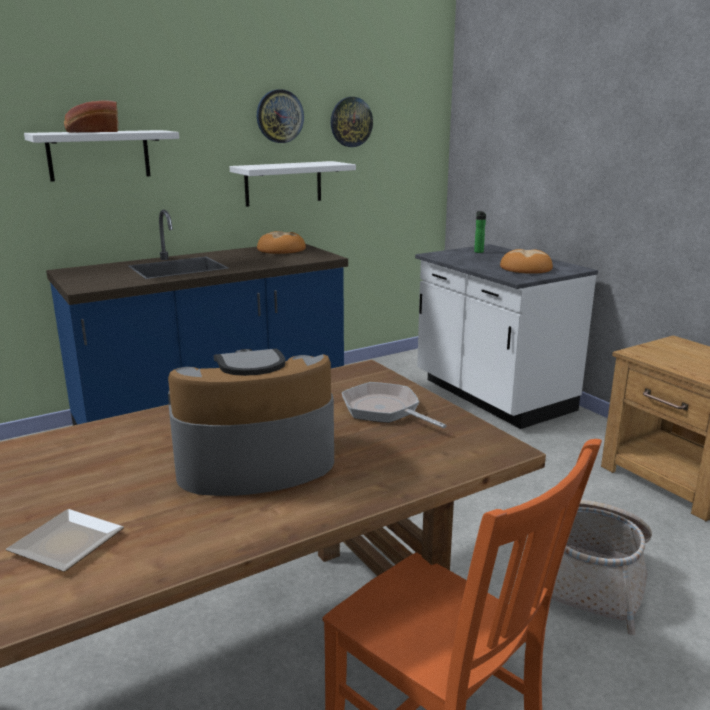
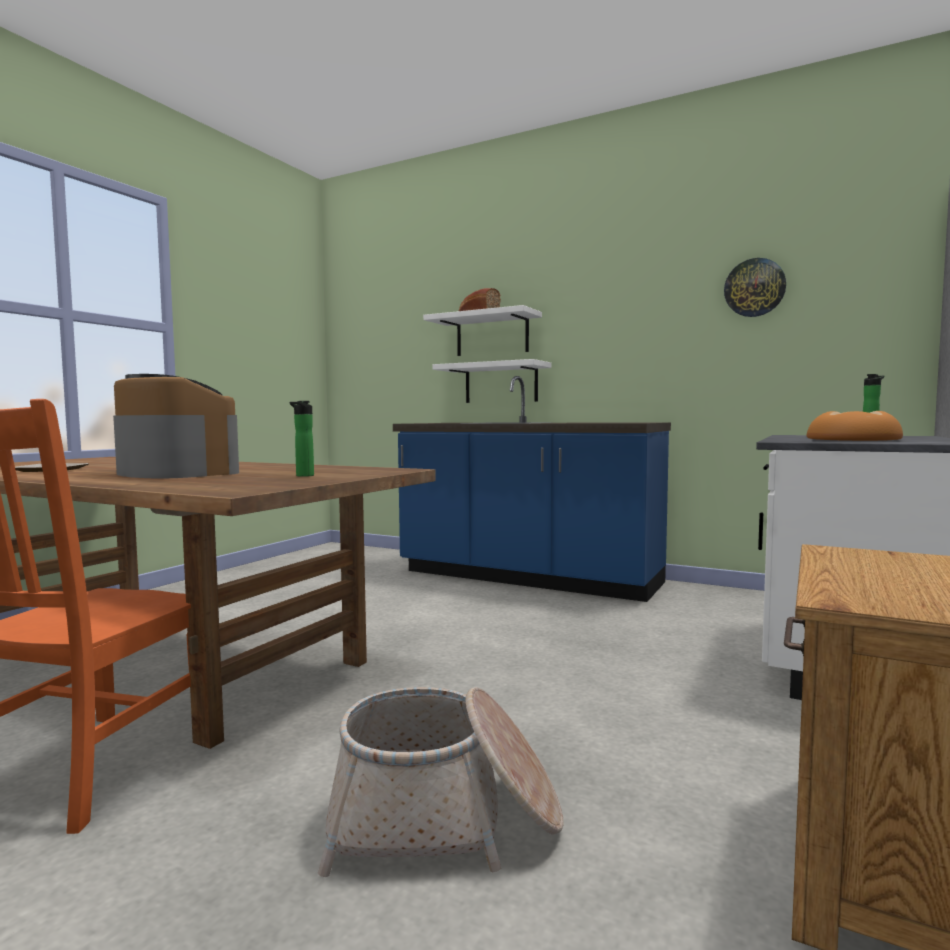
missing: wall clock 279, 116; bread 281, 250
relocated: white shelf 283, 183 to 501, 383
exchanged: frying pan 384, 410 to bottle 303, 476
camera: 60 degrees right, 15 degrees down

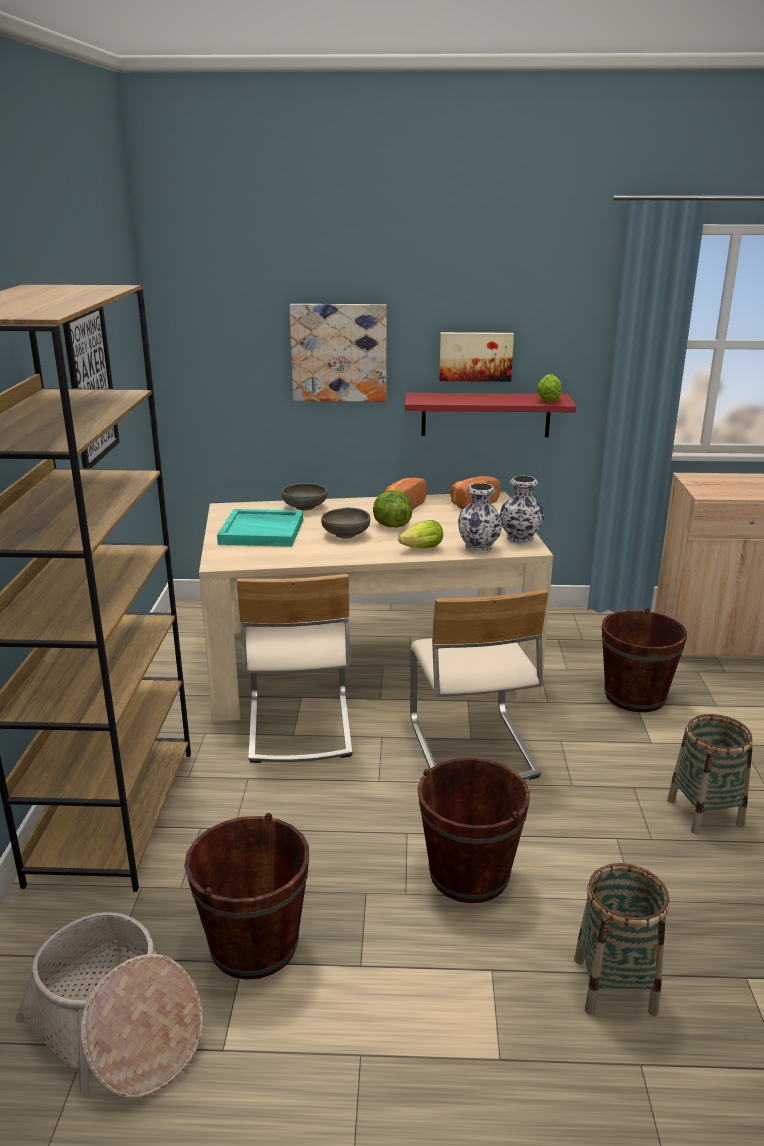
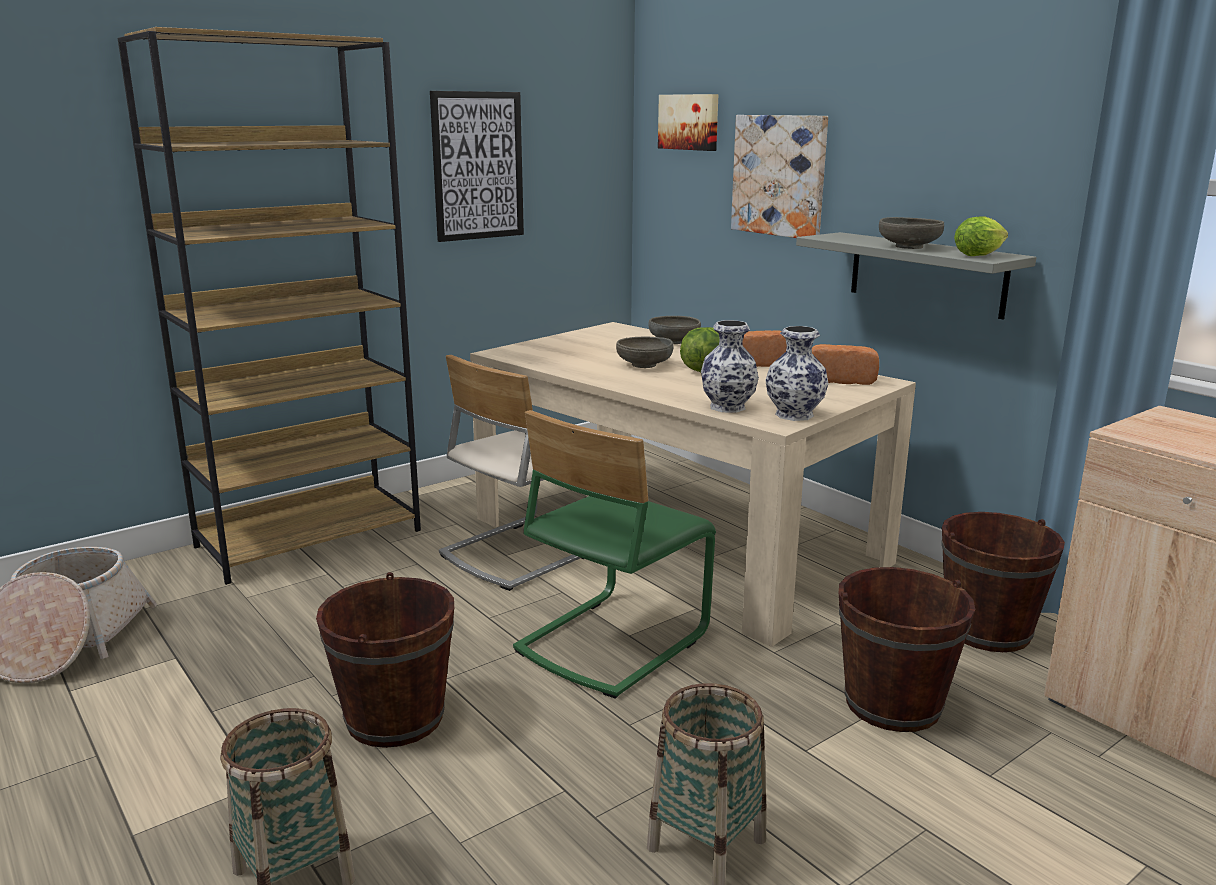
missing: turquoise tray 262, 531; lettuce 420, 549
appeared: grey bowl 909, 247
relocated: picture 475, 356 to 689, 122; brown bucket 254, 944 to 987, 631
colour: beige chair 471, 748 to green chair 611, 641; red shelf 485, 414 to grey shelf 926, 274
camera: 50 degrees right, 5 degrees down

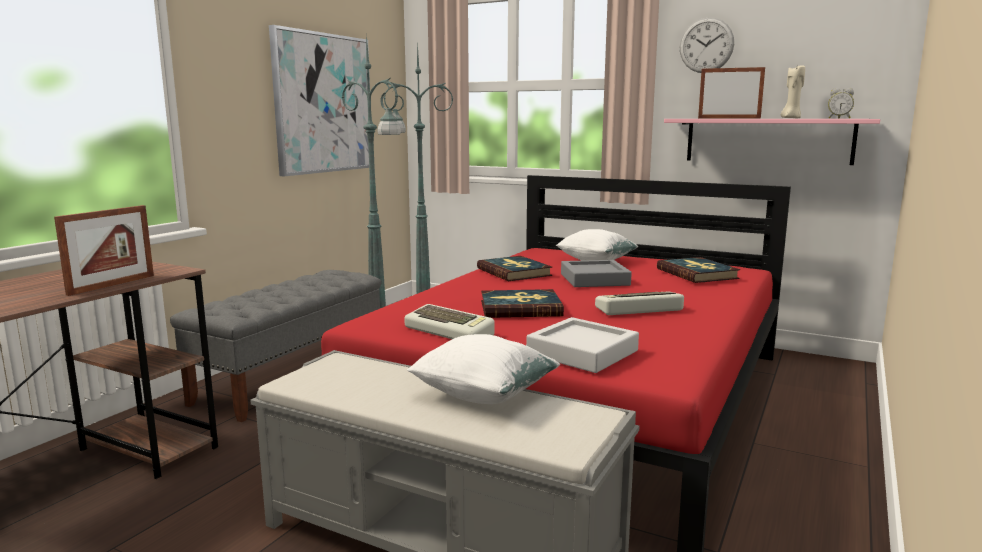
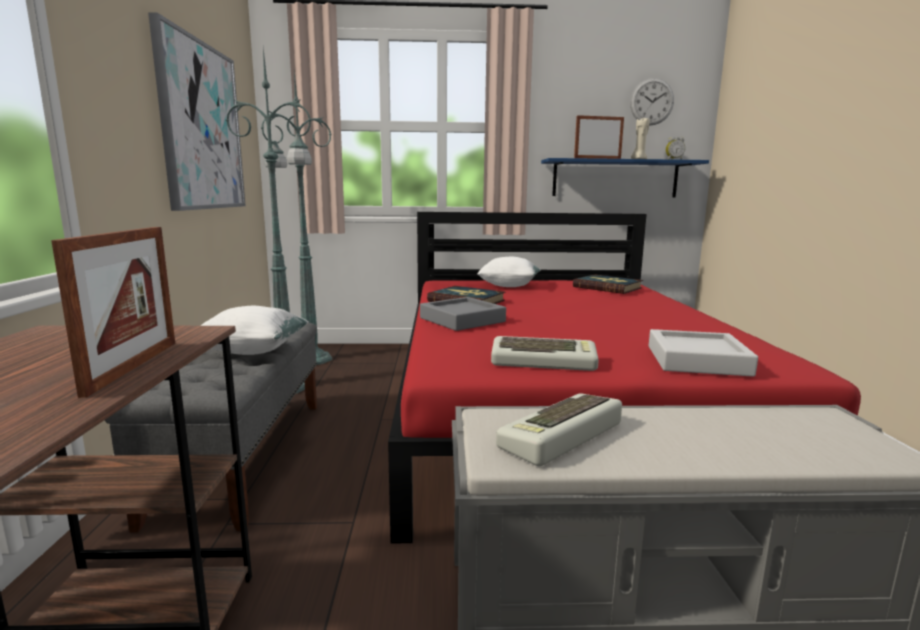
missing: book 520, 308
relocated: white pillow 483, 395 to 253, 351; grey tray 594, 279 to 462, 320; keyboard 638, 309 to 563, 437; wall clock 706, 45 to 652, 102
colour: pink shelf 768, 140 to blue shelf 615, 179
camera: 30 degrees left, 0 degrees up

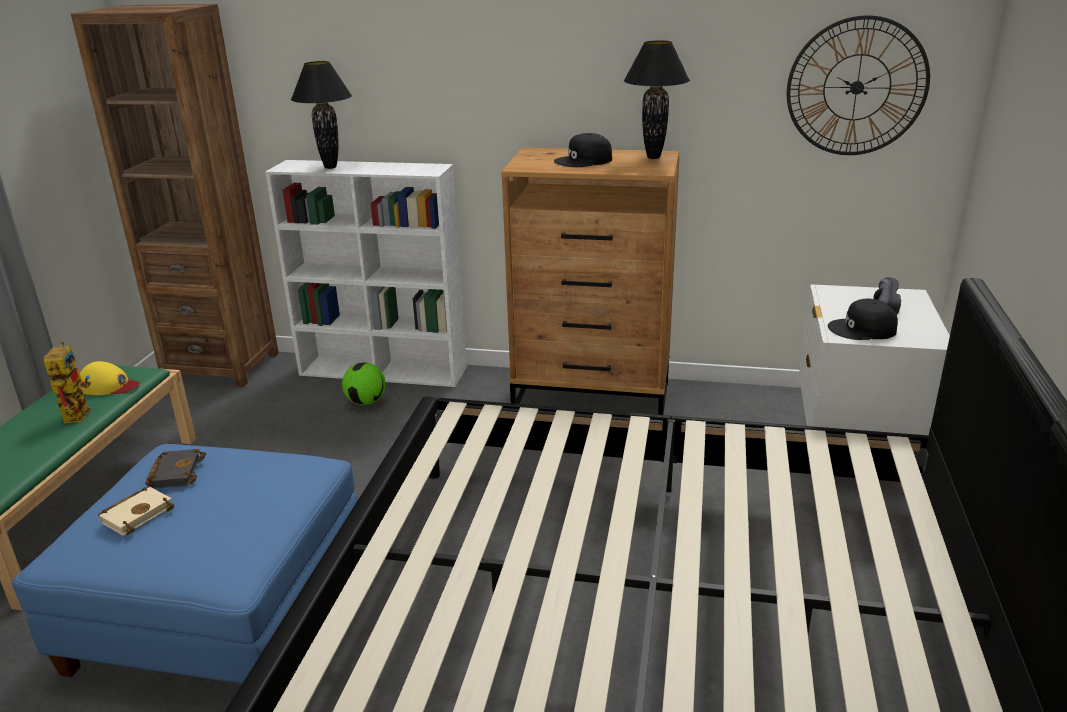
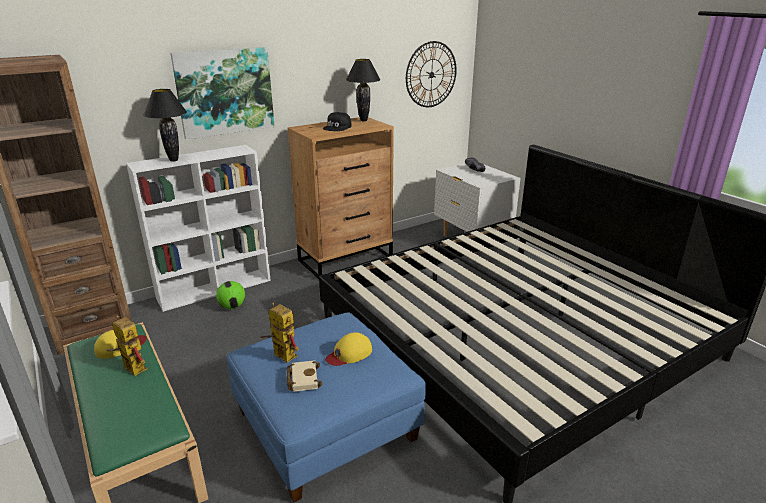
missing: black cap 862, 329
appeared: picture 225, 92; yellow cap 349, 353
exchanged: black book 175, 472 to toy robot 280, 354
camera: 45 degrees left, 0 degrees up

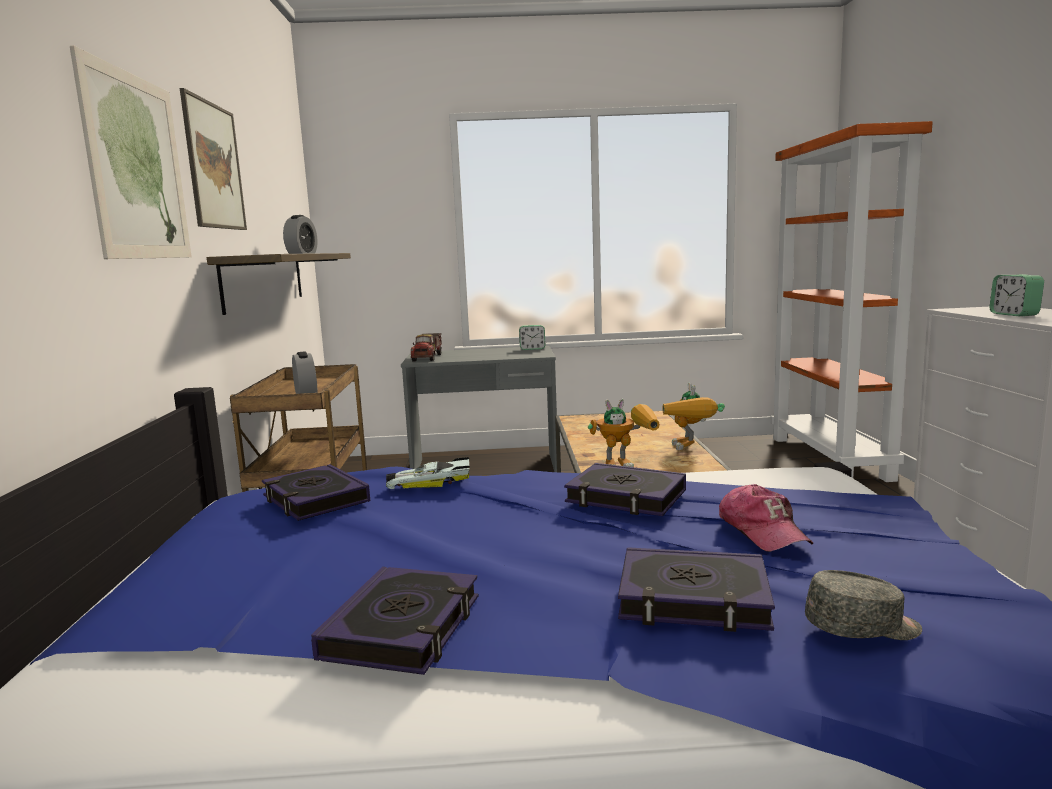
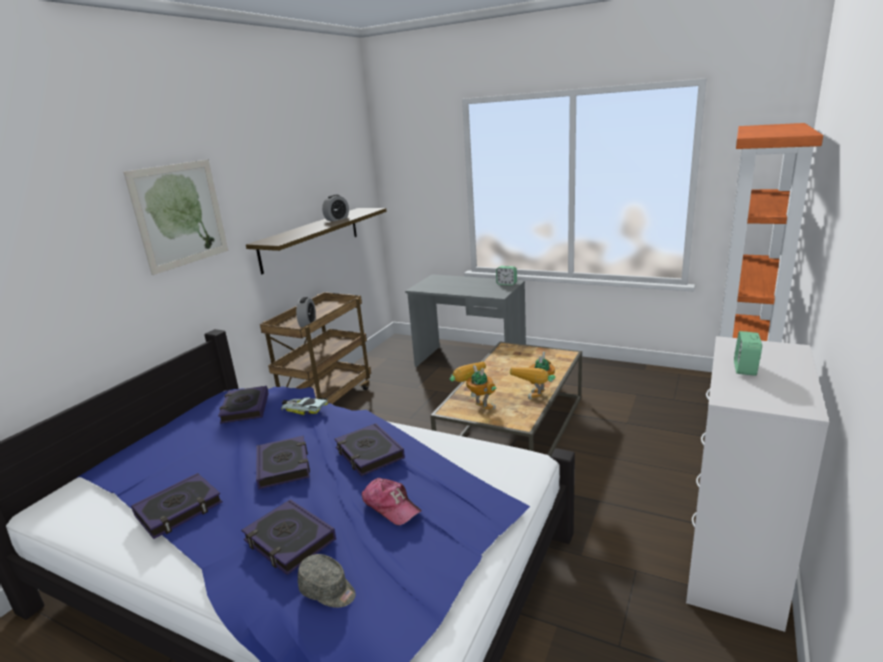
missing: picture 214, 166; toy truck 428, 357
appeared: book 283, 466
spun: cap 762, 531 = 391, 506 60 degrees counterclockwise; toy robot 627, 466 = 476, 406 150 degrees counterclockwise
camera: 30 degrees right, 10 degrees up

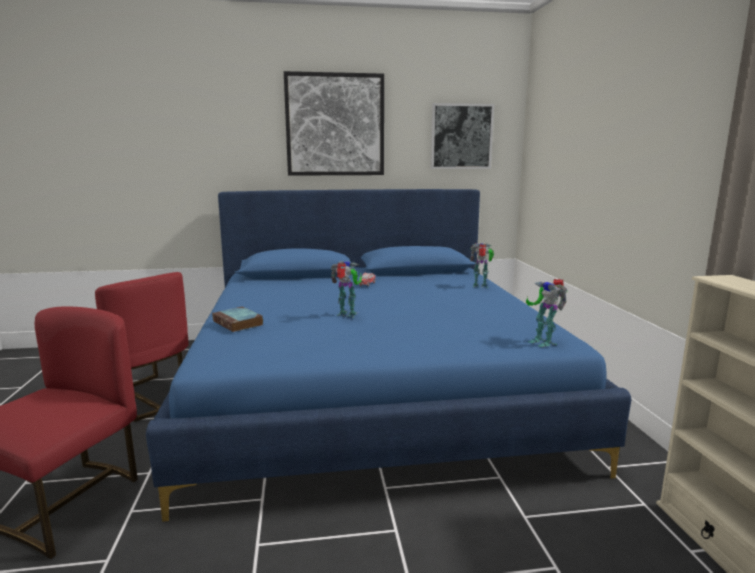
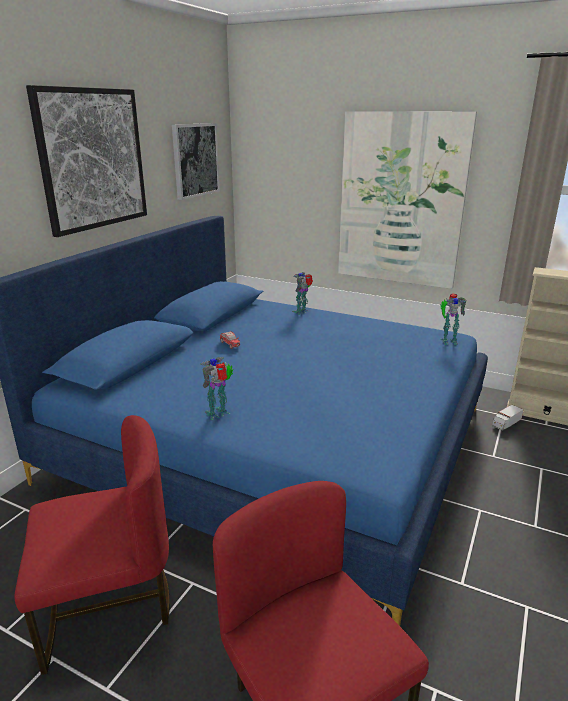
missing: book 238, 323
appeared: picture 400, 200; toy truck 506, 424
relocated: toy robot 348, 315 to 219, 414
camera: 55 degrees left, 10 degrees up

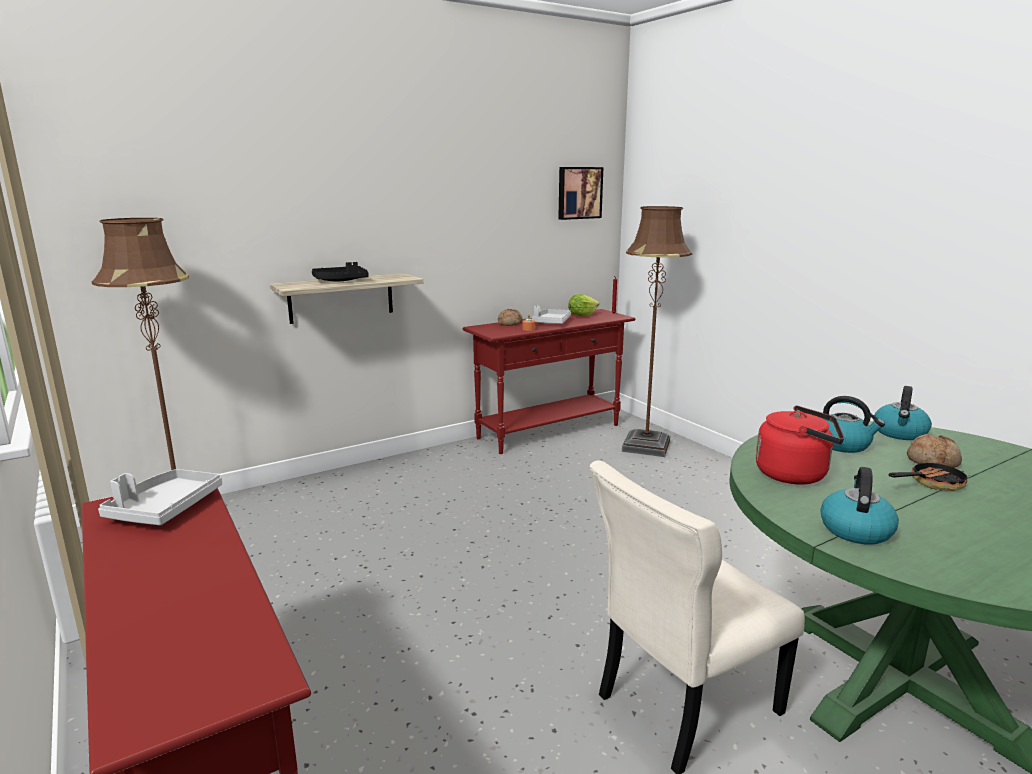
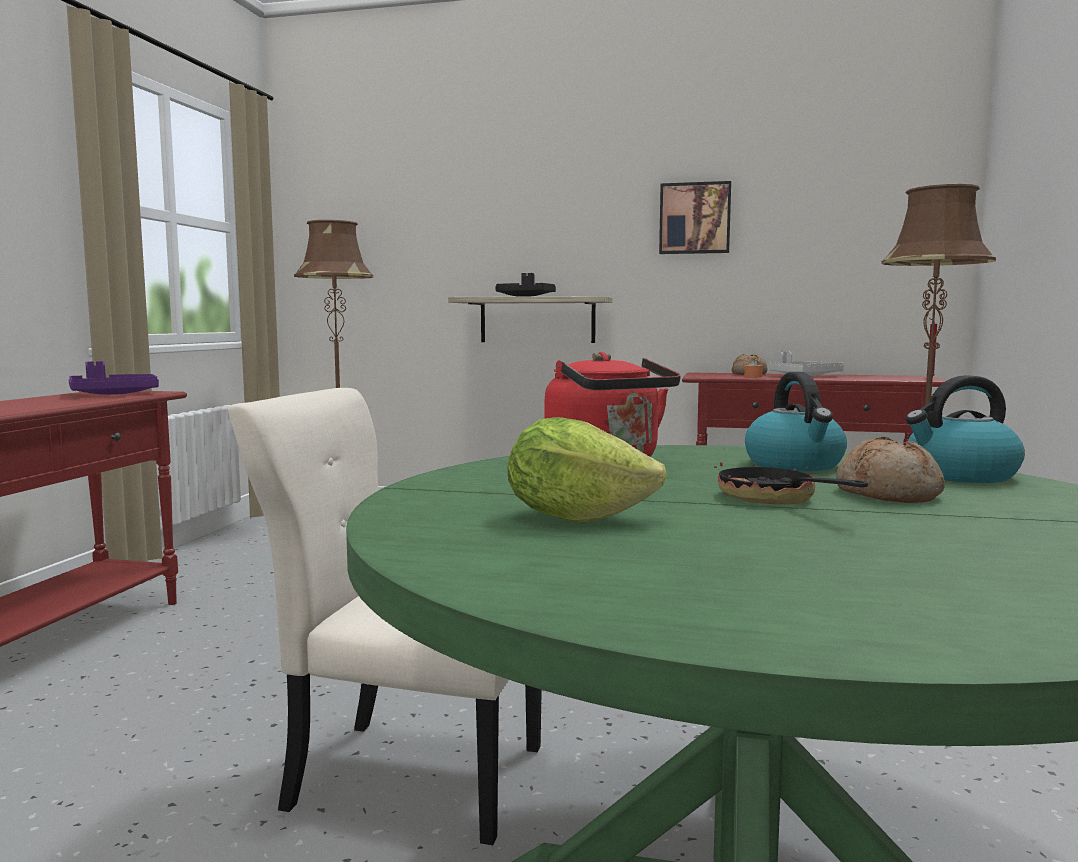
missing: kettle 855, 529
relocated: lettuce 582, 315 to 576, 517; picture 579, 193 to 695, 218
colour: grey tray 165, 508 to purple tray 113, 394
spun: frying pan 931, 483 = 775, 500 135 degrees counterclockwise
camera: 45 degrees right, 10 degrees down

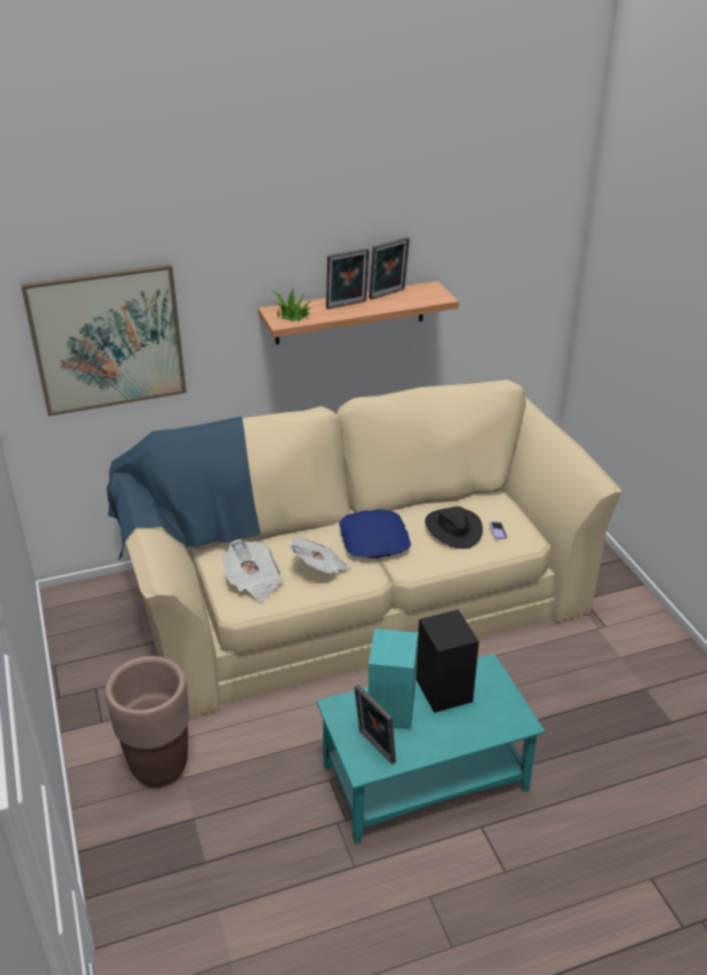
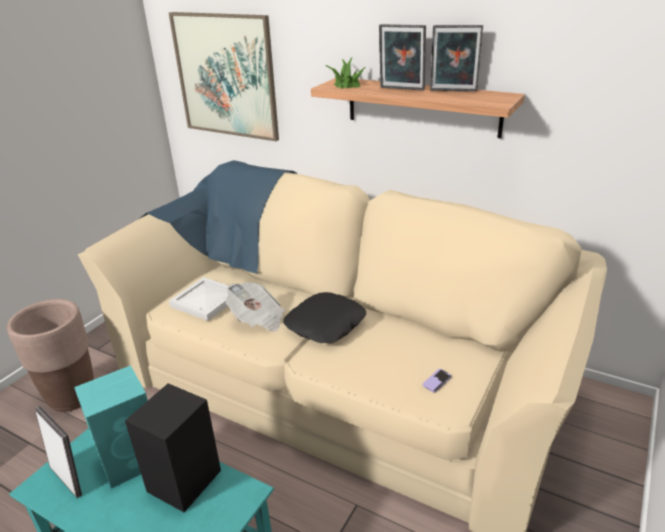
missing: black hat 453, 529
exchanged: newspaper 253, 582 to white tray 206, 301
colour: blue pillow 375, 540 to black pillow 326, 324
spun: picture frame 374, 748 = 69, 478 120 degrees clockwise
camera: 50 degrees right, 5 degrees down

